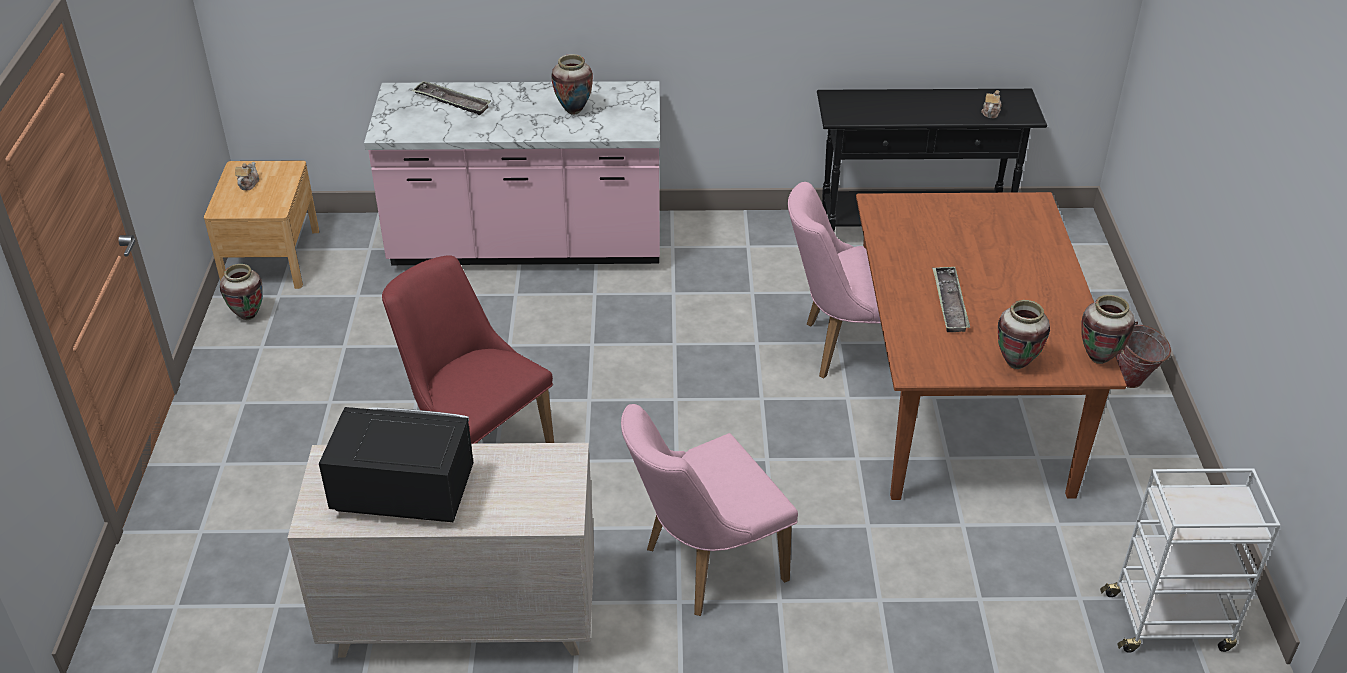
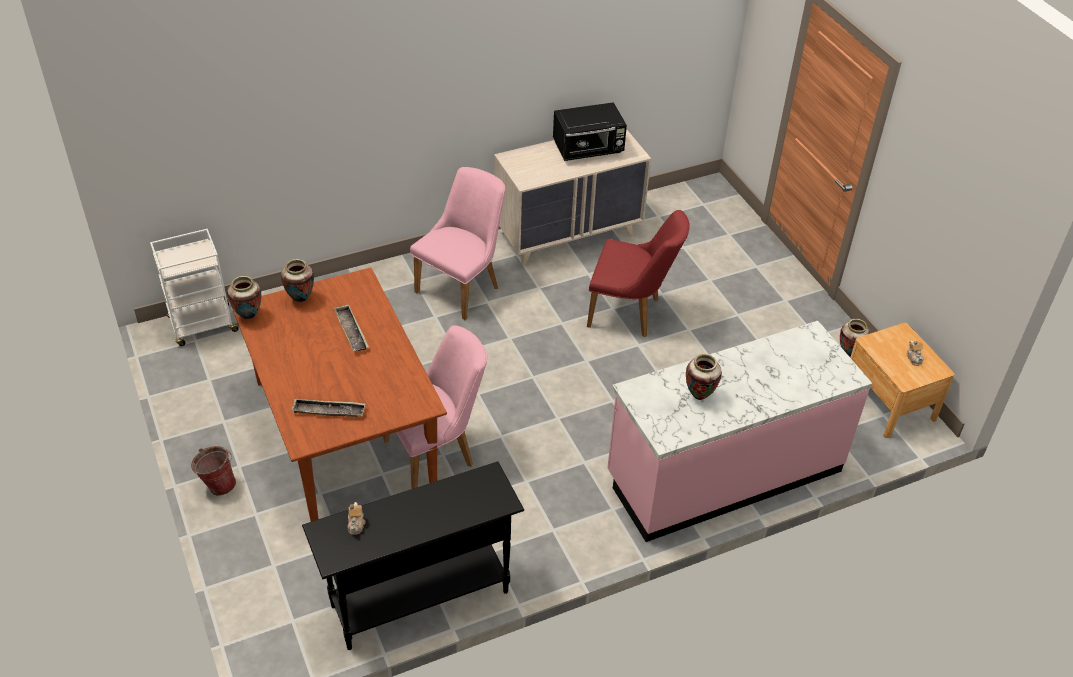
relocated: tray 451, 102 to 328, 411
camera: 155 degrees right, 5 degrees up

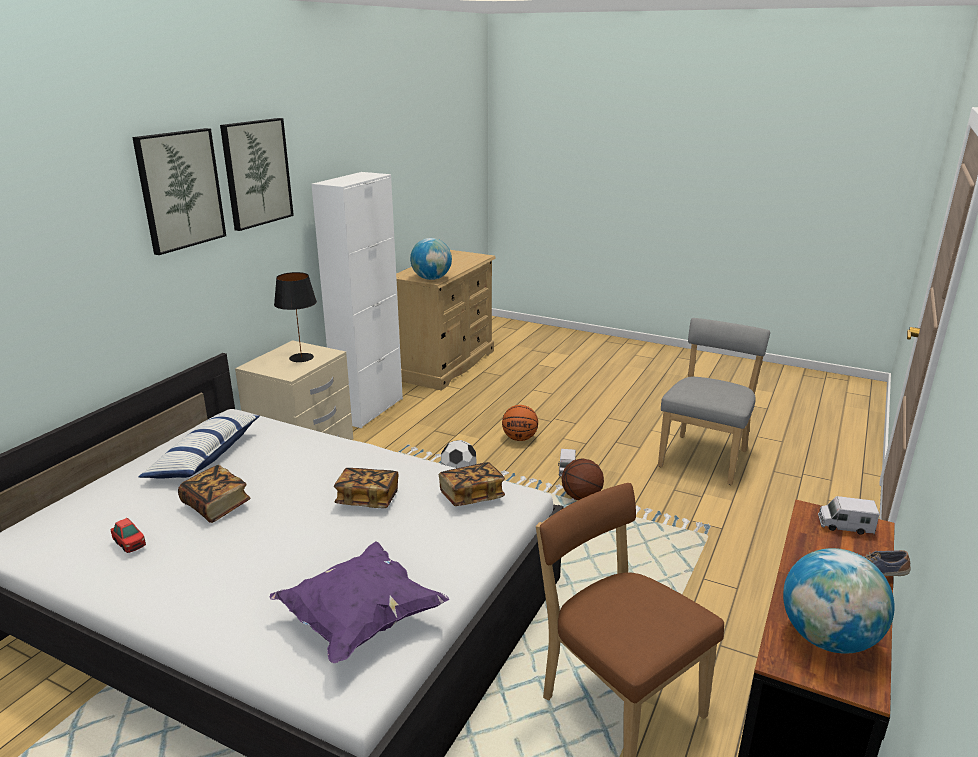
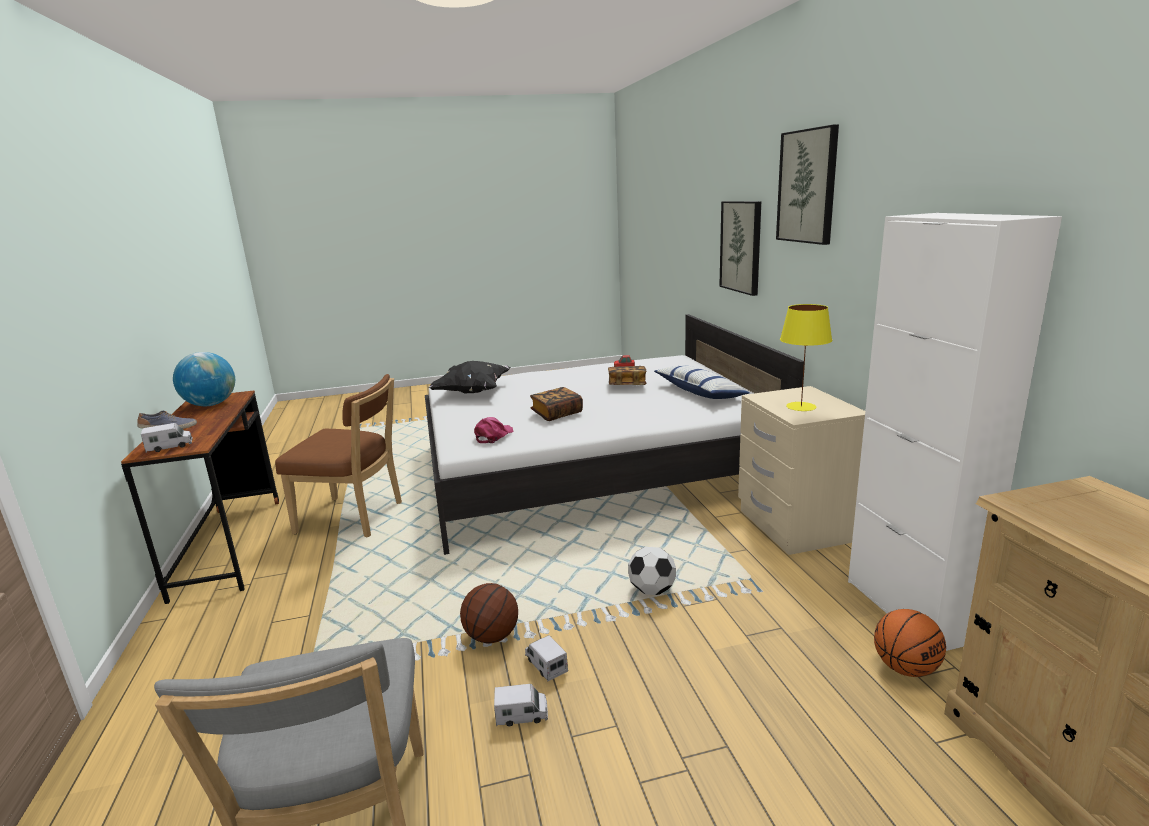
missing: globe 431, 278
appeared: toy truck 522, 715
relocated: picture 256, 173 to 741, 246; basketball 519, 438 to 905, 668
exchanged: book 471, 496 to pink cap 493, 436
colour: purple pillow 360, 621 to black pillow 473, 392; black table lamp 301, 358 to yellow table lamp 800, 406
camera: 140 degrees right, 5 degrees down

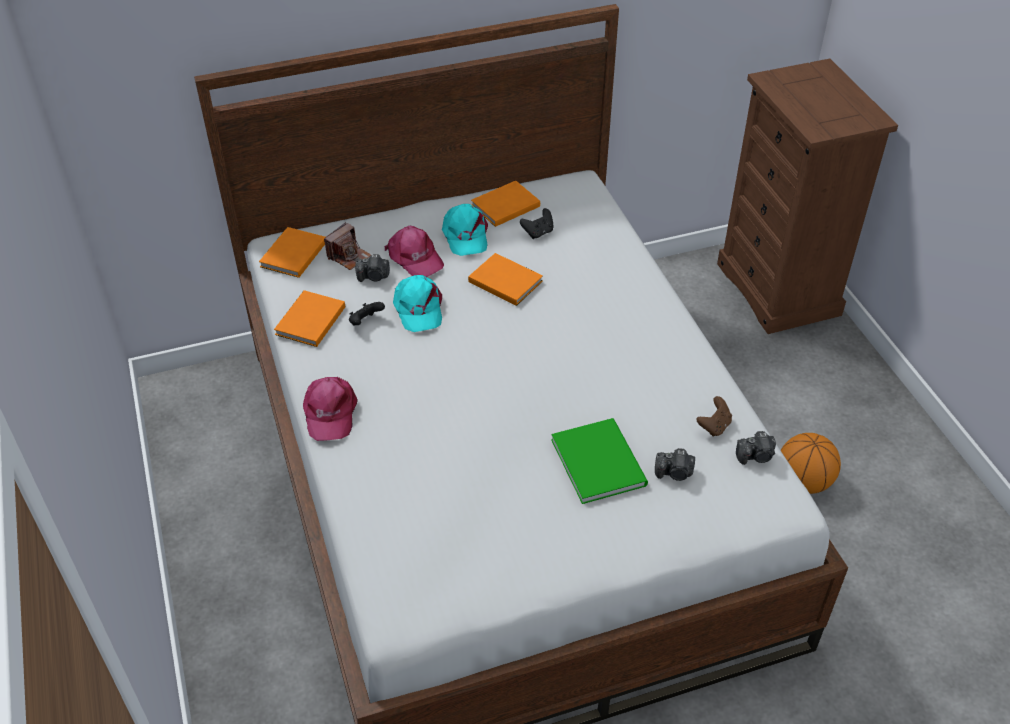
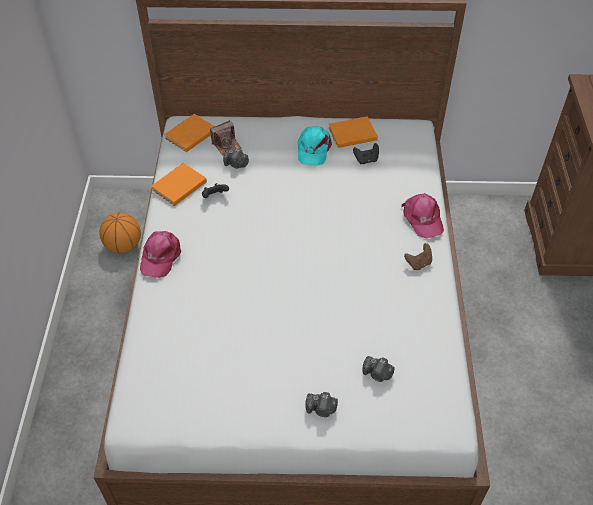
missing: turquoise cap 418, 308; orange book 504, 280; green book 599, 459
relocated: basketball 803, 482 to 123, 246; photo camera 756, 456 to 321, 409; pink cap 414, 257 to 422, 218; brown game controller 714, 426 to 418, 263
camera: 20 degrees right, 5 degrees up

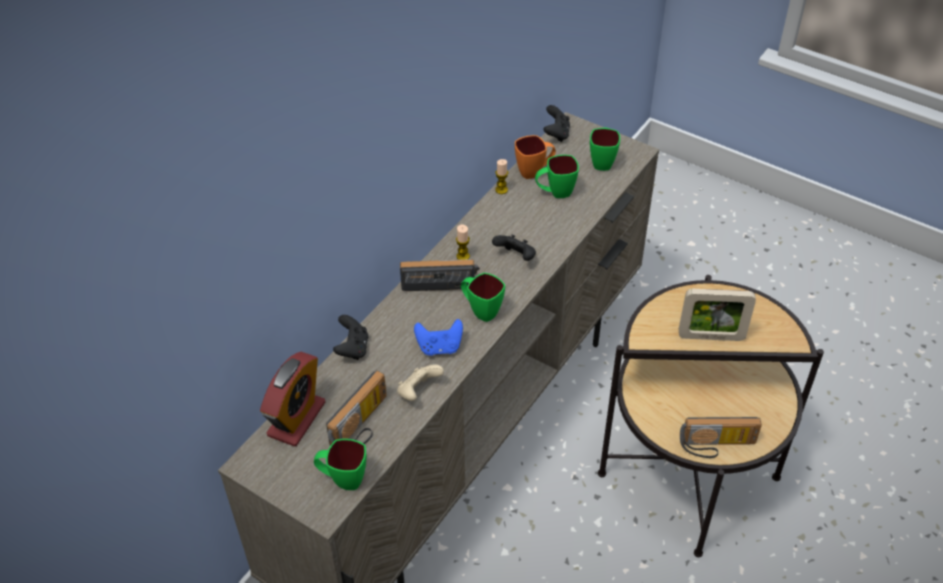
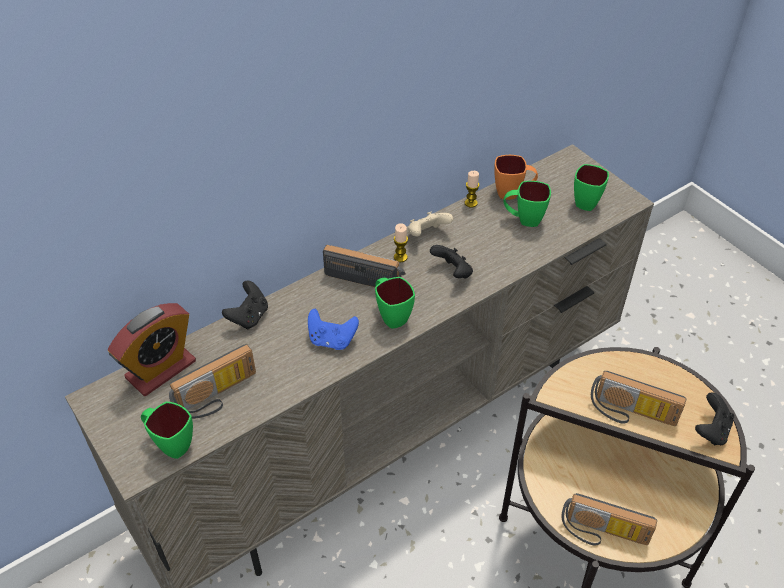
relocated: beige game controller 418, 392 to 427, 234; black game controller 556, 134 to 711, 430
exchanged: picture frame 711, 337 to radio 631, 414
camera: 20 degrees right, 0 degrees up

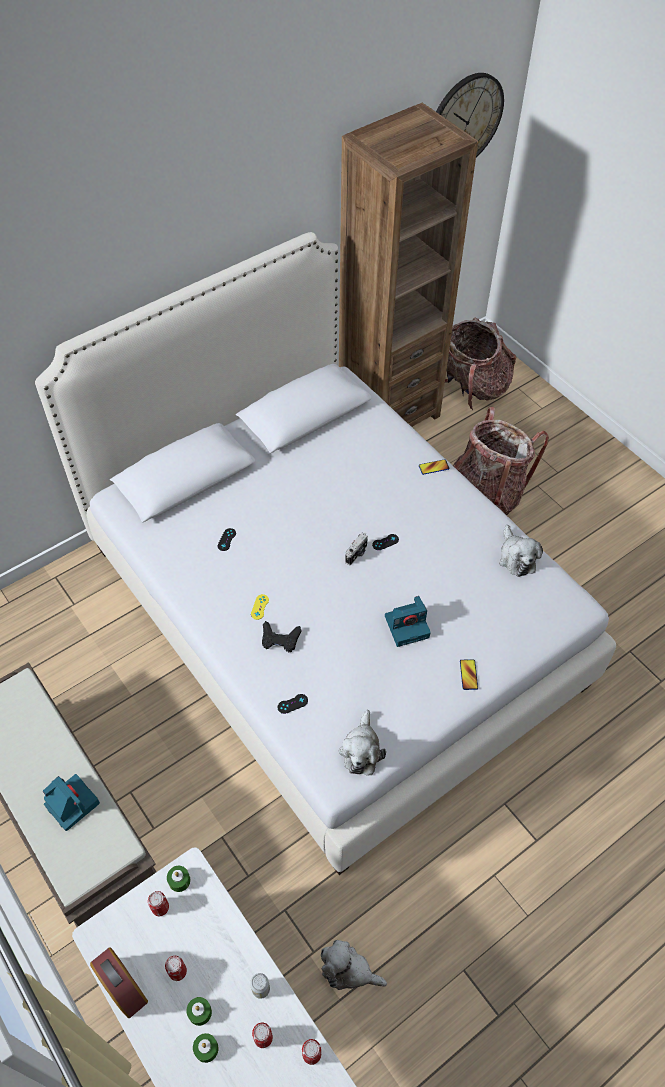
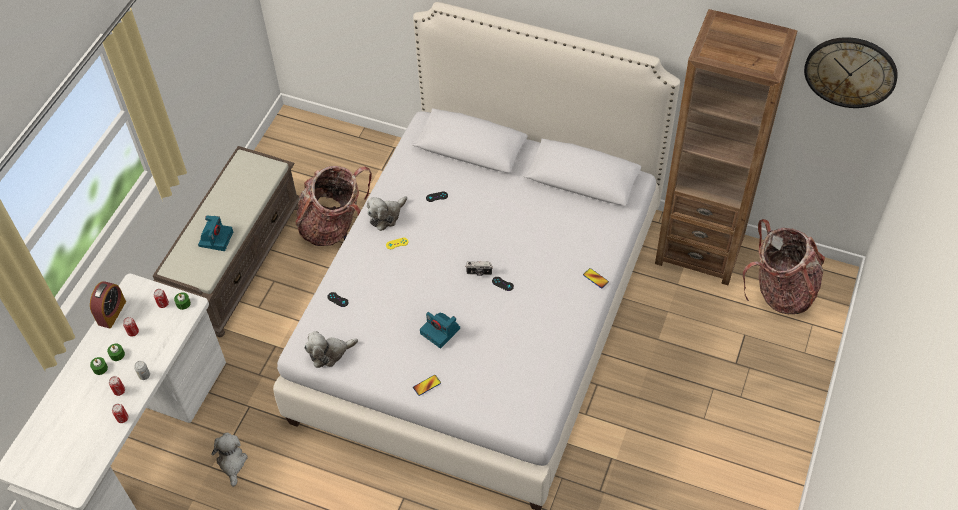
missing: black game controller 280, 639
relocated: backpack 486, 493 to 334, 226; plush toy 516, 557 to 386, 216
camera: 60 degrees right, 0 degrees up

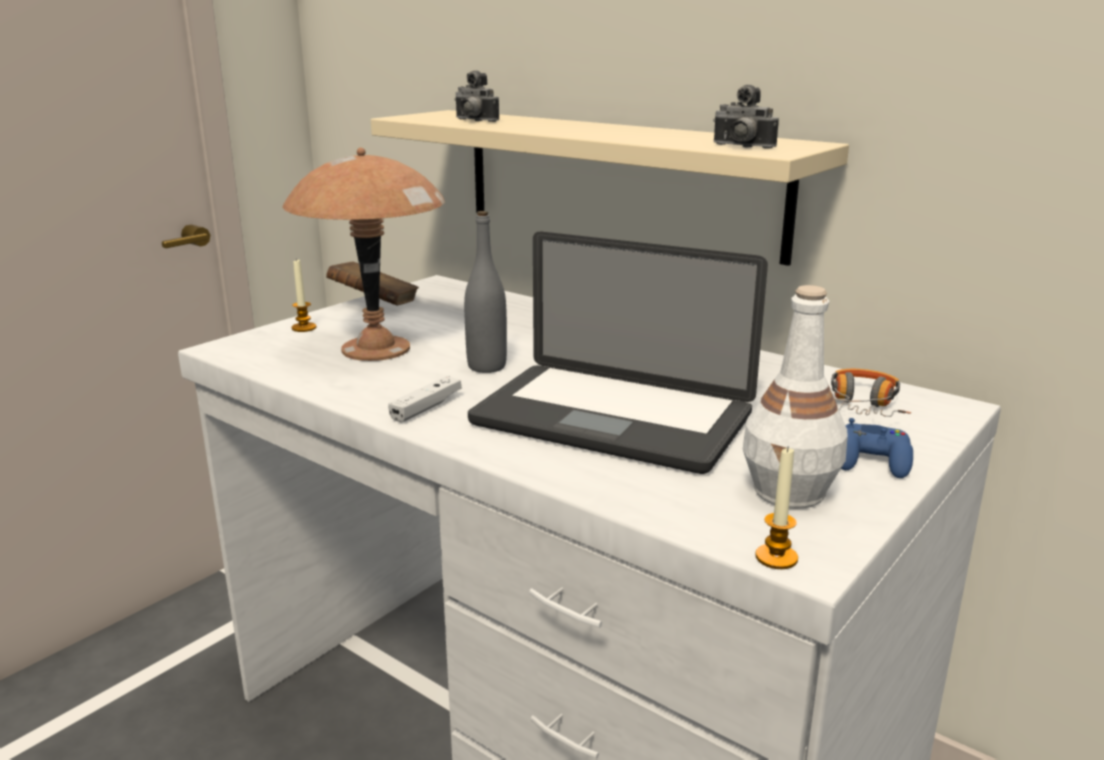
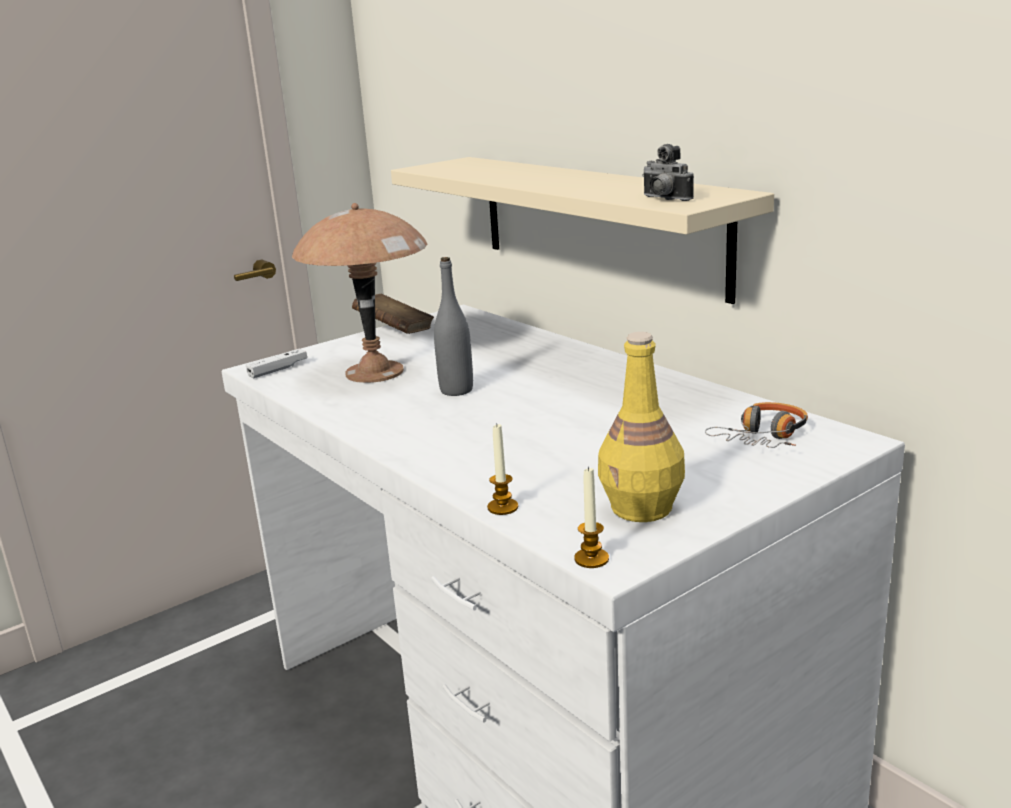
missing: photo camera 473, 121; laptop 611, 420; blue game controller 873, 460
relocated: white game controller 426, 407 to 278, 369; candle 304, 328 to 502, 507
colour: white bottle 790, 492 to yellow bottle 642, 508
camera: 15 degrees right, 0 degrees up

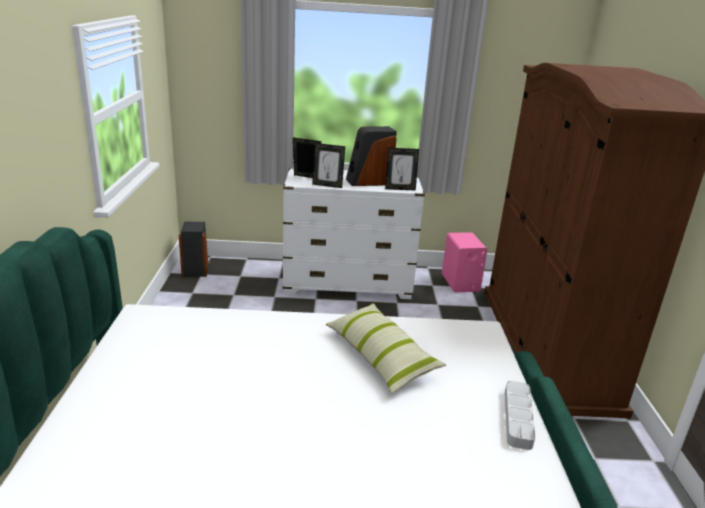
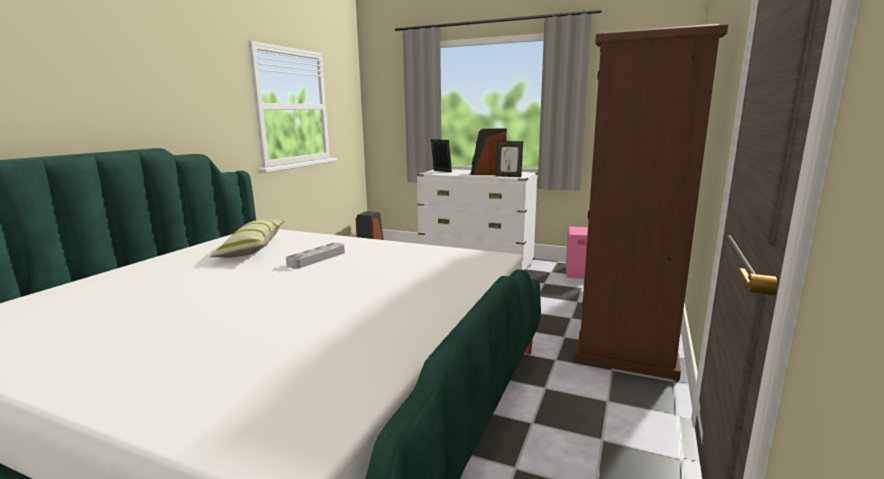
missing: picture frame 327, 185
relocated: pillow 380, 356 to 252, 248; grey tray 518, 417 to 317, 259
camera: 25 degrees right, 10 degrees down

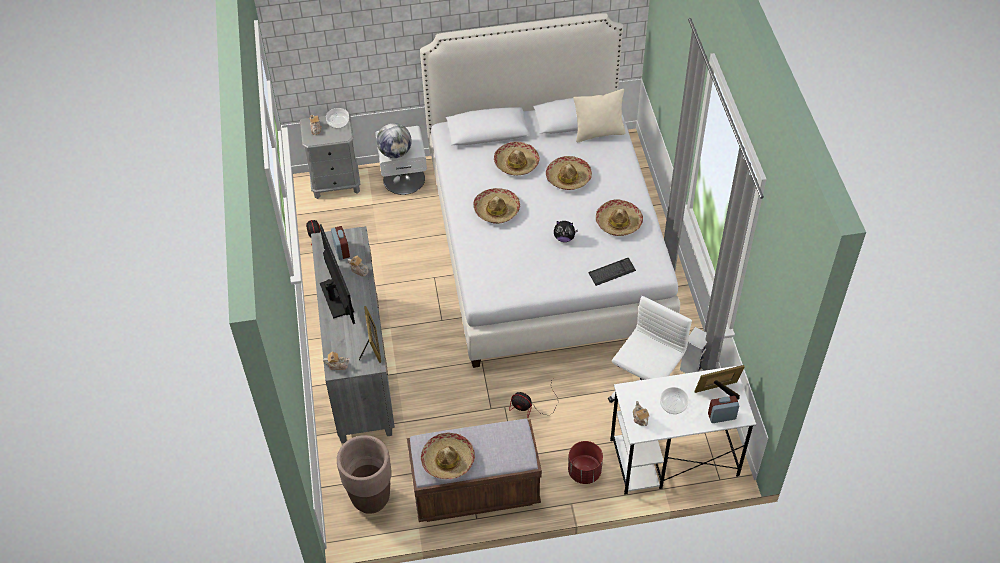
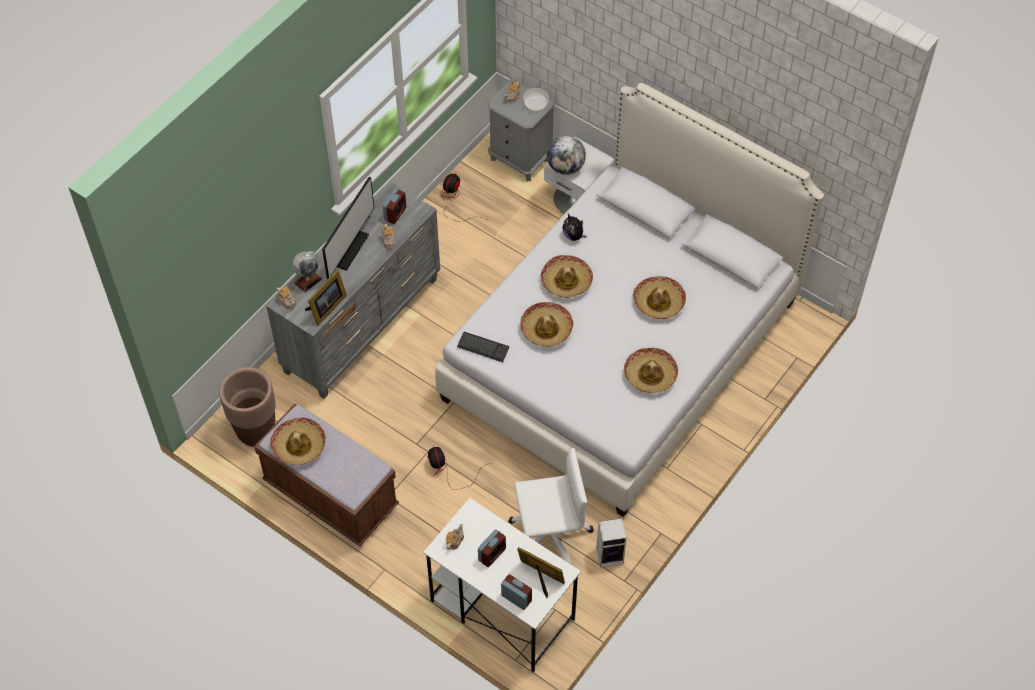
missing: red planter 584, 472; beige pillow 599, 133
appeared: globe 308, 281
relocated: keyboard 612, 272 to 483, 347; hat 516, 163 to 546, 329; plush toy 564, 238 to 573, 235
exchanged: bowl 673, 405 to alarm clock 492, 554
camera: 45 degrees right, 5 degrees up

